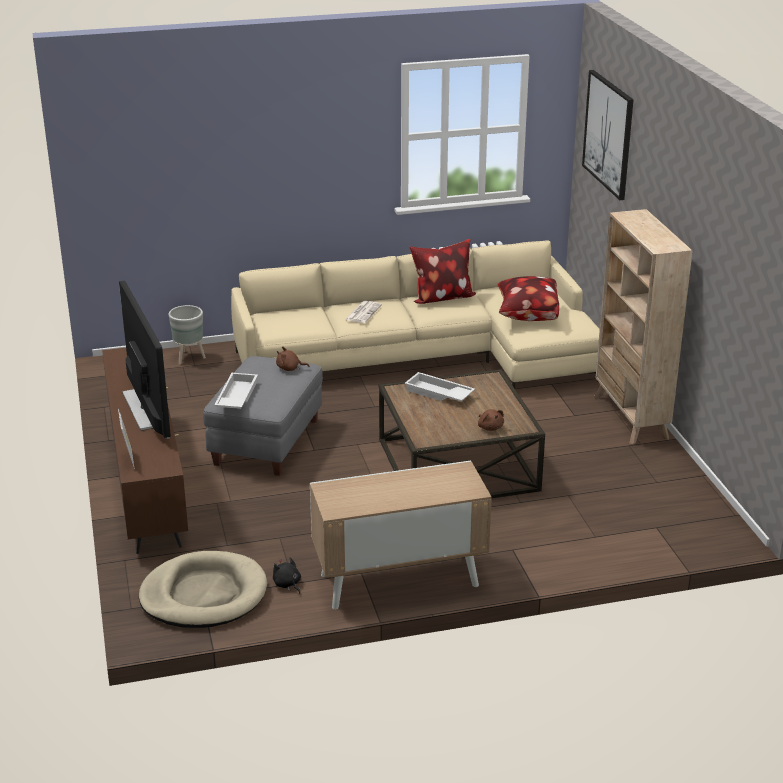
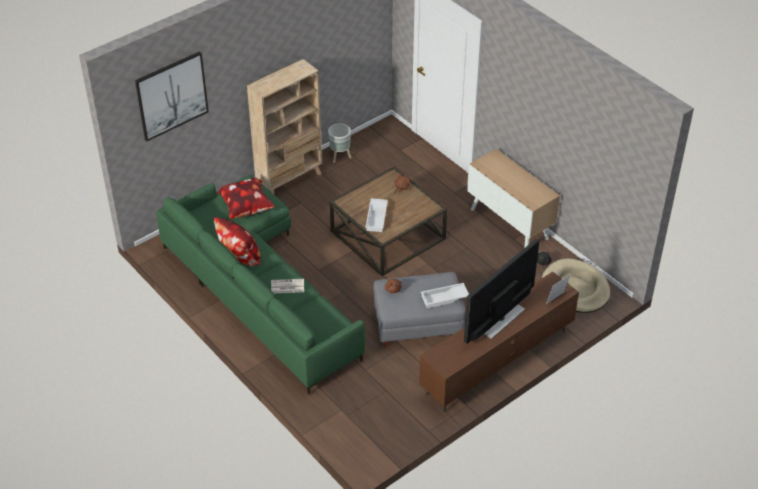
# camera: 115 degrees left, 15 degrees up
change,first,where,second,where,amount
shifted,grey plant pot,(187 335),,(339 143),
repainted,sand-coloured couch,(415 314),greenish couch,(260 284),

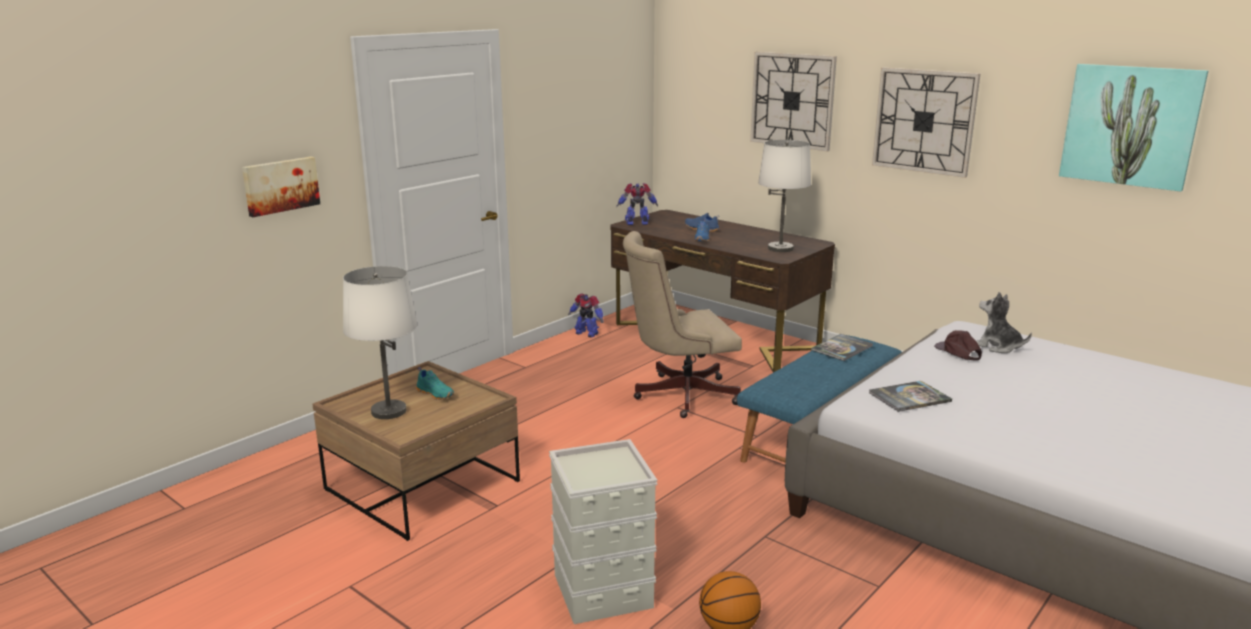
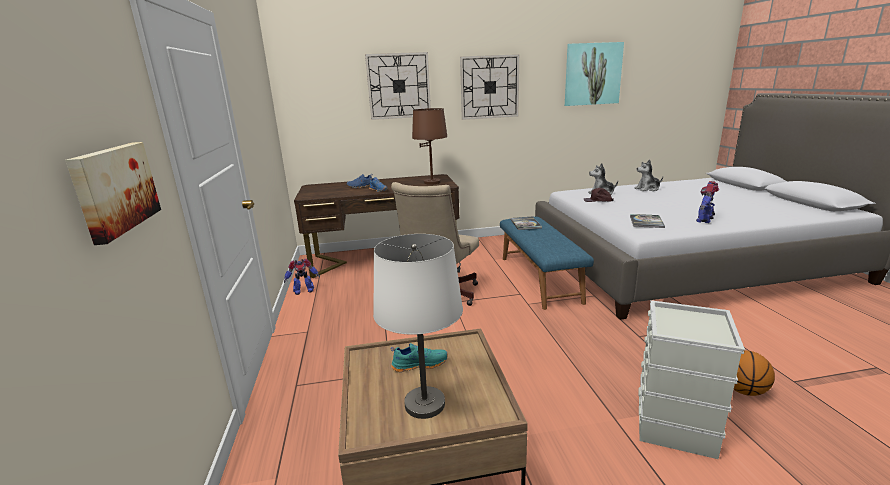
# camera: 50 degrees left, 0 degrees up
change,first,where,second,where,amount
shifted,toy robot,(637 204),,(707 202),
repainted,whitish lamp for a table,(784 196),brown lamp for a table,(429 146),
new,,,soft toy,(648 175),

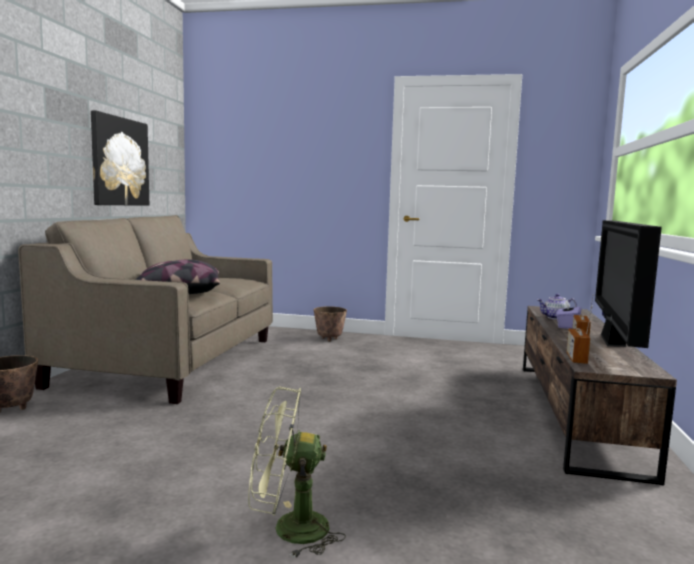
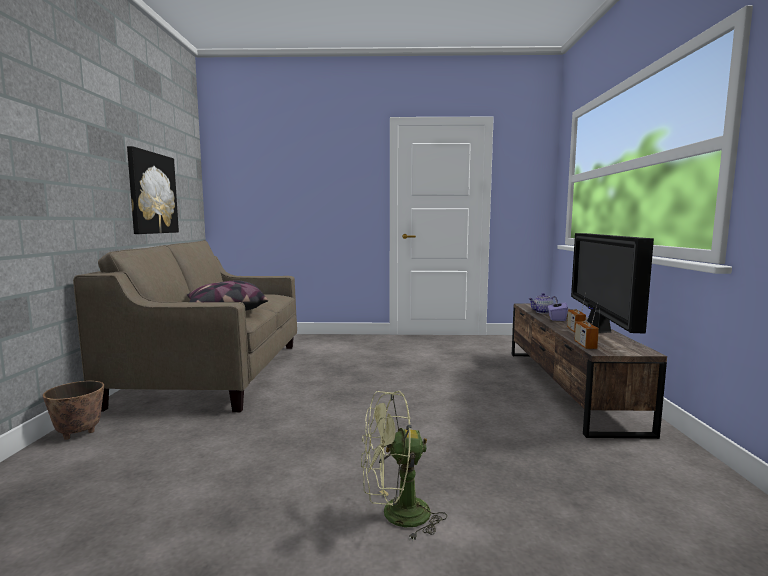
# camera: 10 degrees left, 0 degrees up
change,first,where,second,where,amount
gone,plant pot,(330 324),,,

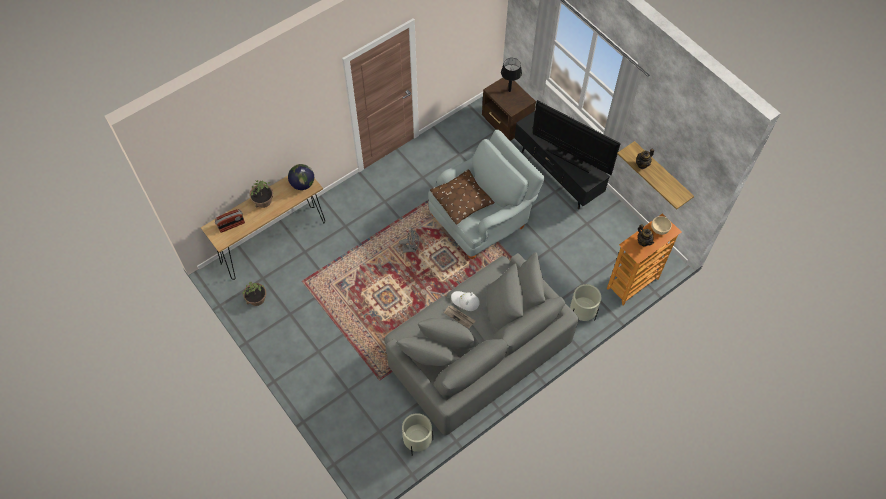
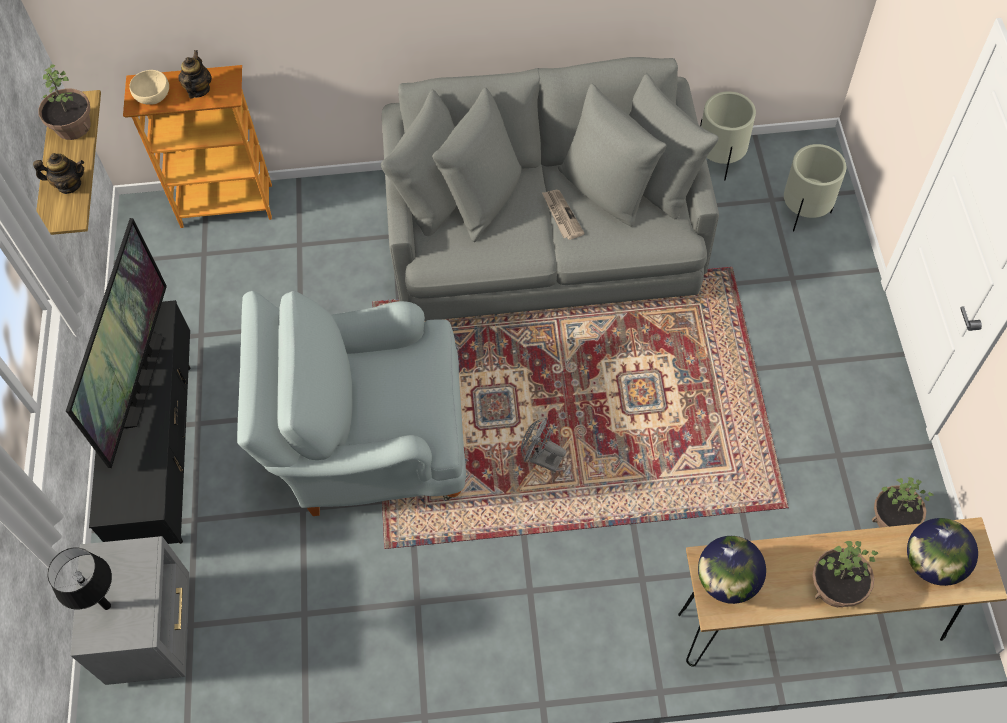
# camera: 145 degrees left, 0 degrees up
change,first,where,second,where,amount
swapped,radio receiver,(230 221),desk globe,(942 552),
gone,brown pillow,(462 197),,,
gone,whitish wearable hat,(465 301),,,
repainted,brown bedside table,(509 109),grey bedside table,(129 610),
rotated,TV set,(576 137),,(116 343),150 degrees counterclockwise
shifted,sand-coloured plant pot,(585 302),,(815 187),
new,,,potted plant,(64 102),

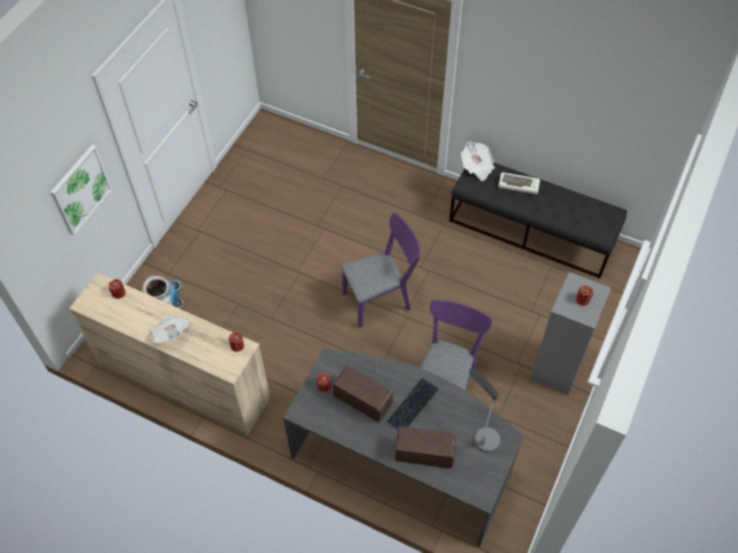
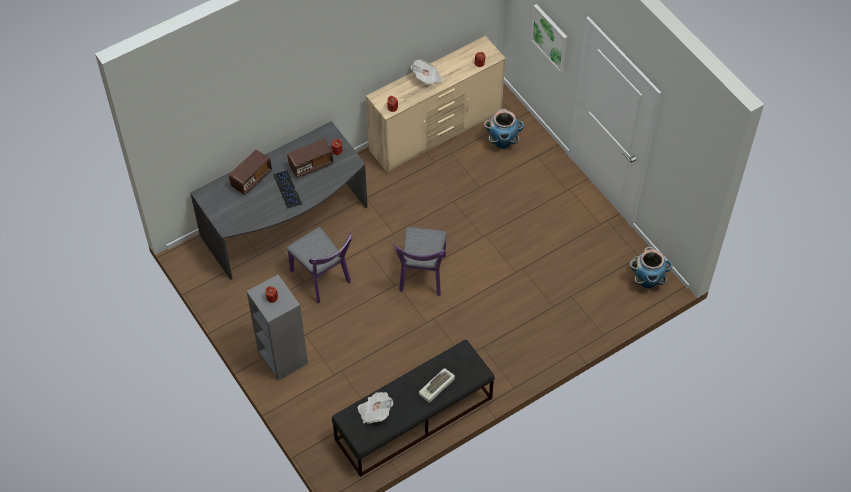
# camera: 120 degrees right, 0 degrees up
change,first,where,second,where,amount
shifted,newspaper,(478 161),,(375 407),
gone,lamp for a table,(484 410),,,
new,,,plant pot,(651 267),

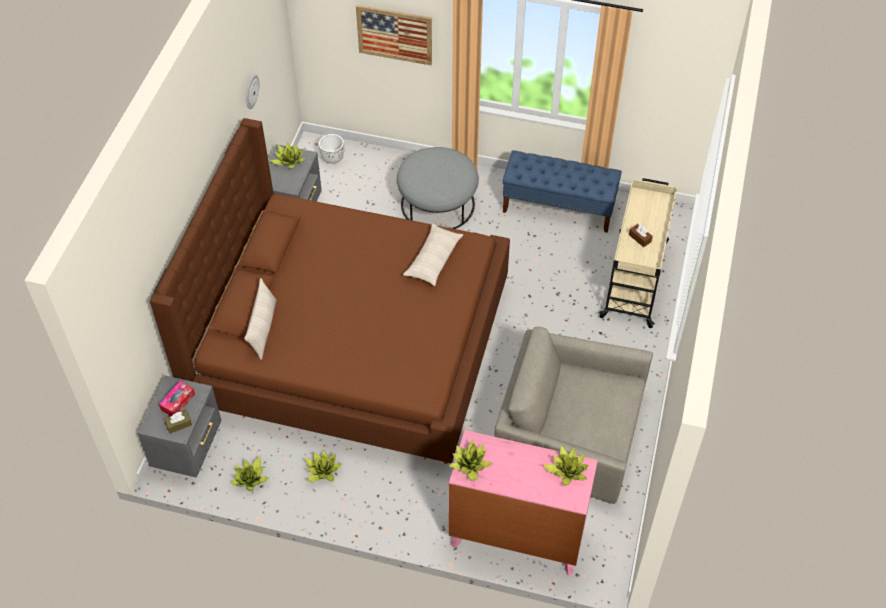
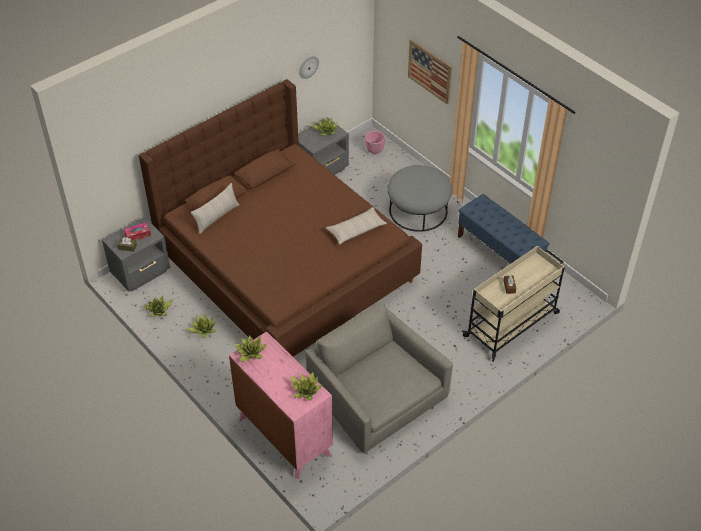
# camera: 35 degrees right, 5 degrees down
change,first,where,second,where,amount
repainted,whitish plant pot,(331 149),pink-coloured plant pot,(375 142),

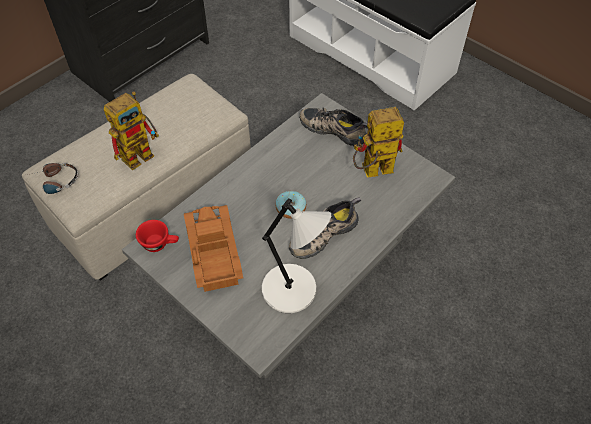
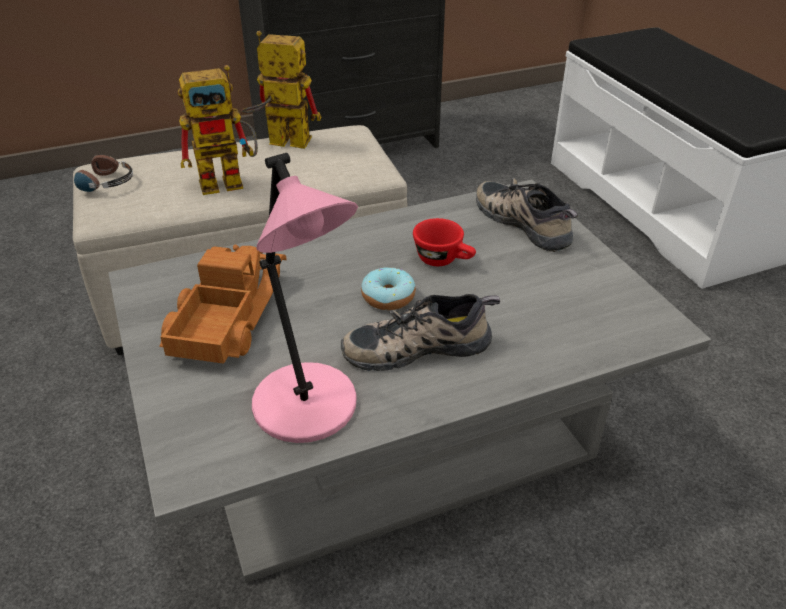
# camera: 25 degrees right, 15 degrees down
change,first,where,second,where,amount
shifted,red drinking cup,(157 236),,(444 242),
repainted,whitish lamp for a table,(296 255),pink-coloured lamp for a table,(305 298),
shifted,toy robot,(378 142),,(281 90),

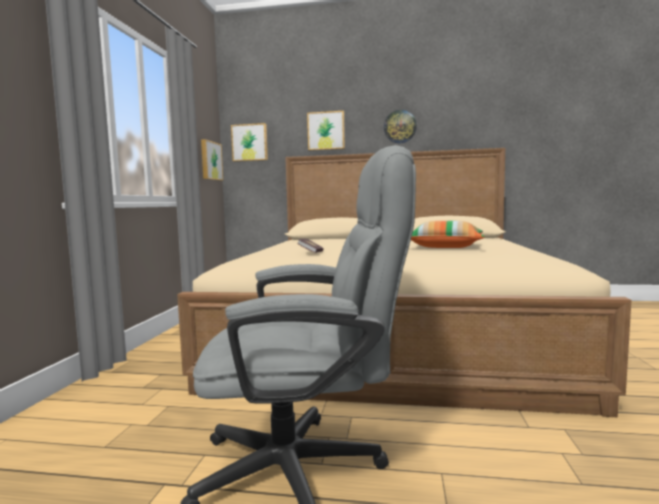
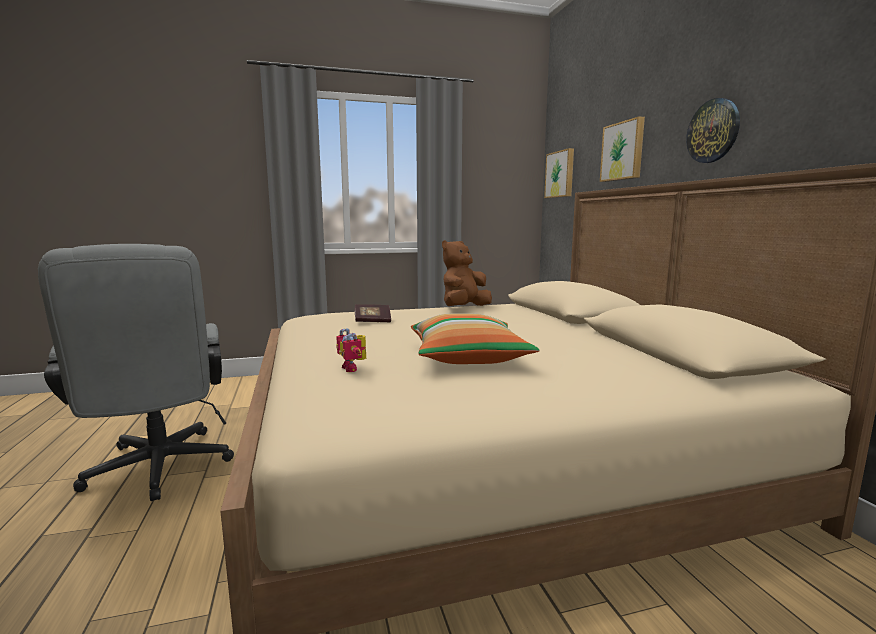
# camera: 65 degrees right, 5 degrees up
change,first,where,second,where,amount
gone,wall picture,(212 160),,,
new,,,toy robot,(351 350),
new,,,brown soft toy,(467 273),

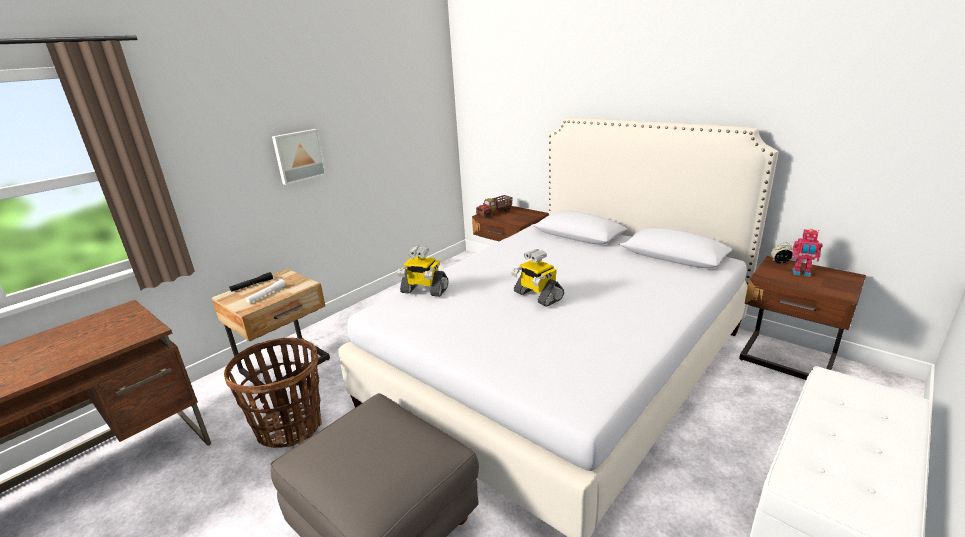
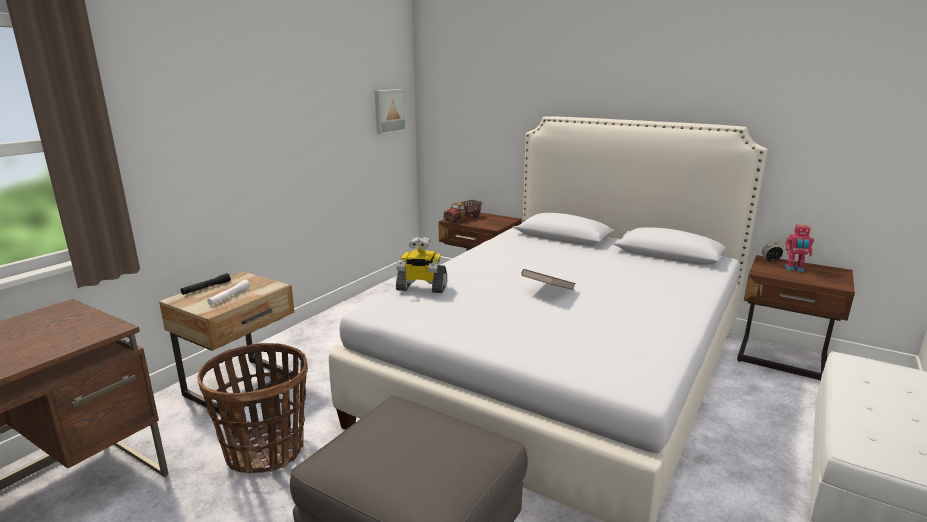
# camera: 10 degrees left, 5 degrees down
change,first,where,second,where,amount
shifted,wall picture,(299 157),,(391 112),
swapped,toy robot,(537 278),brown book,(549 279),

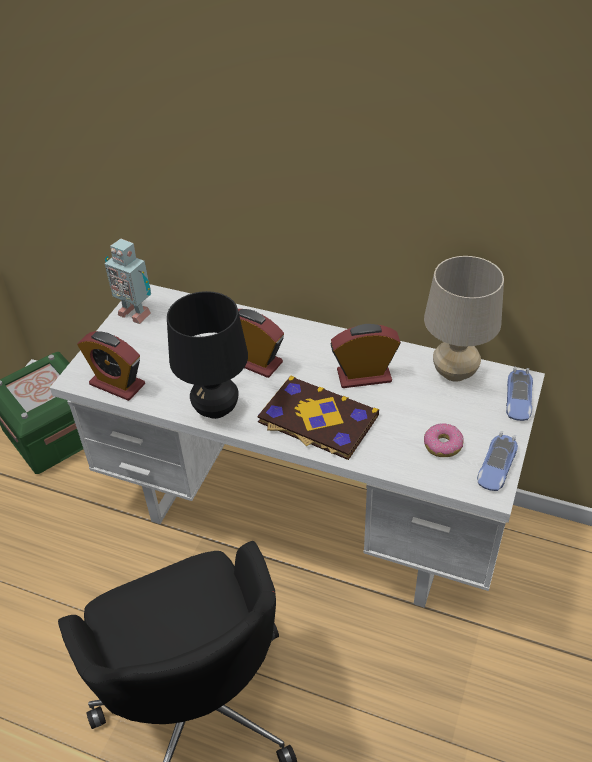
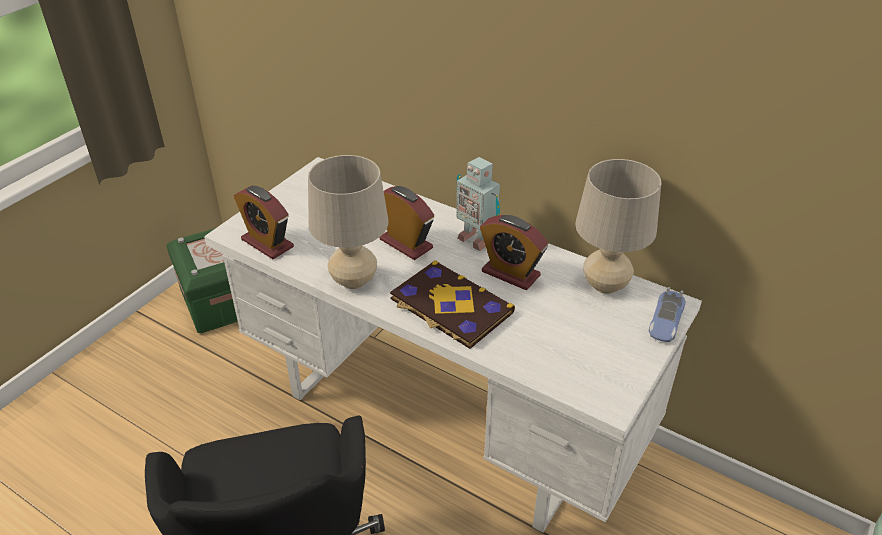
# camera: 10 degrees right, 5 degrees down
change,first,where,second,where,amount
shifted,toy robot,(128 281),,(478 204),
repainted,black lamp for a table,(207 355),sand-coloured lamp for a table,(348 222),
rotated,bedside clock,(365 356),,(514 252),150 degrees counterclockwise
gone,donut,(443 440),,,
gone,model car,(497 461),,,

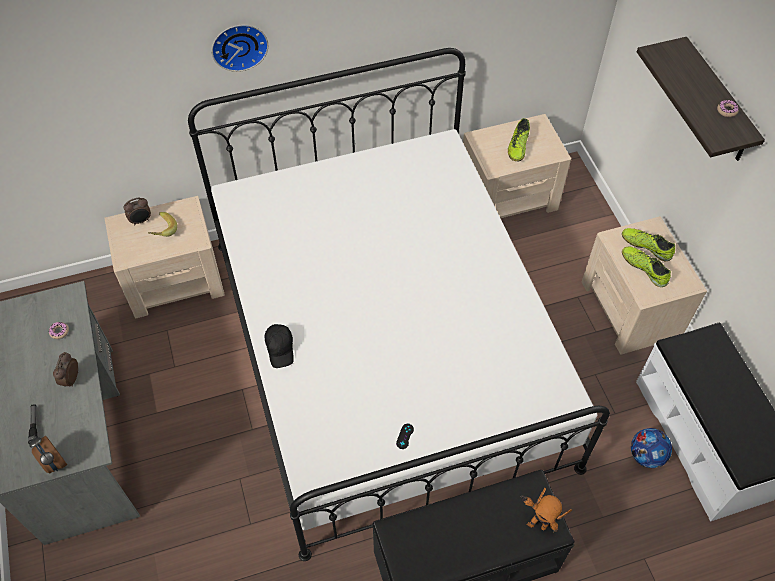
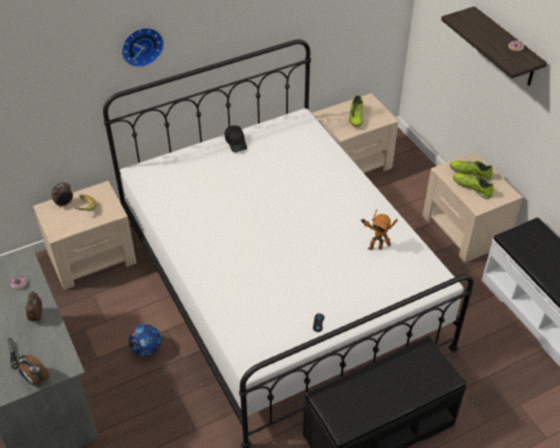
# camera: 10 degrees left, 10 degrees down
change,first,where,second,where,amount
shifted,black cap,(279 346),,(235 139),
shifted,toy robot,(546 510),,(379 229),
shifted,football ball,(651 448),,(145 340),

